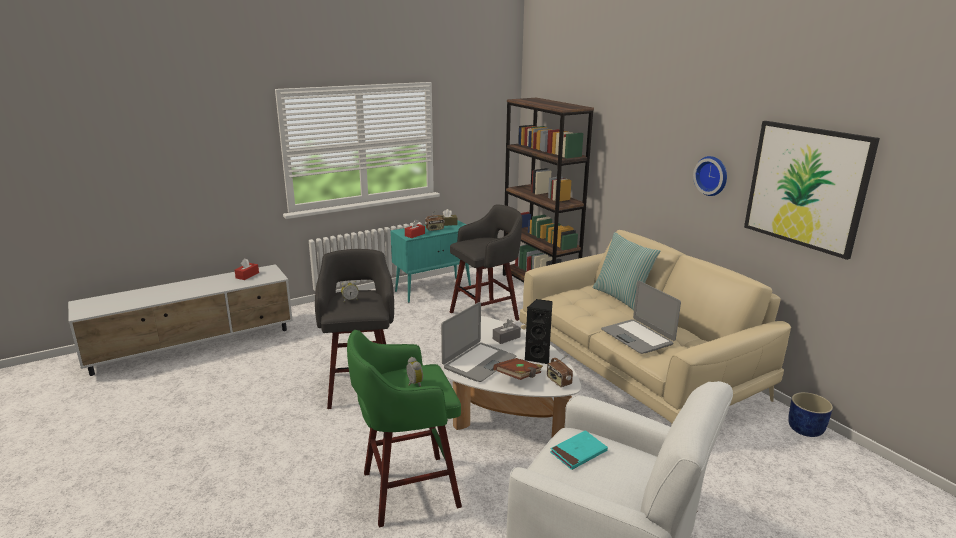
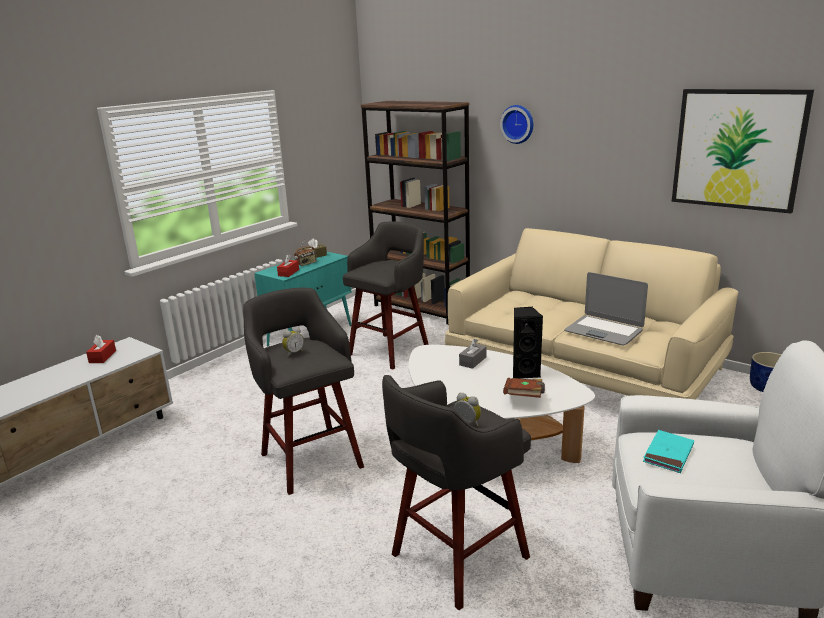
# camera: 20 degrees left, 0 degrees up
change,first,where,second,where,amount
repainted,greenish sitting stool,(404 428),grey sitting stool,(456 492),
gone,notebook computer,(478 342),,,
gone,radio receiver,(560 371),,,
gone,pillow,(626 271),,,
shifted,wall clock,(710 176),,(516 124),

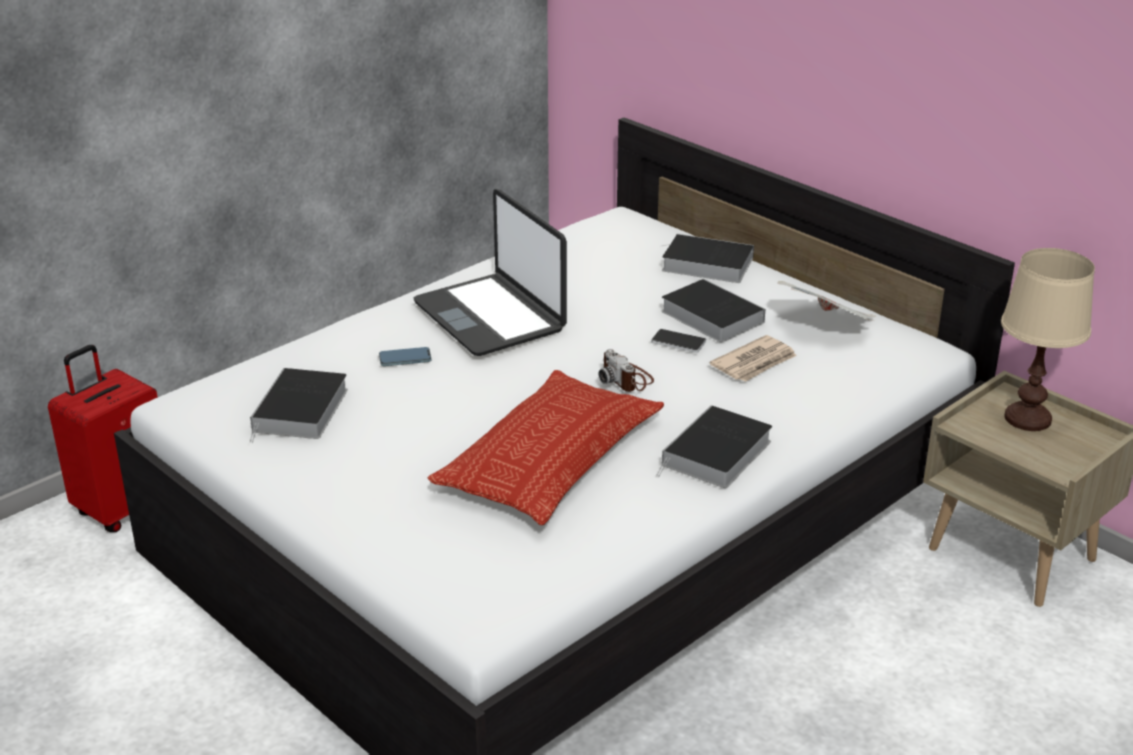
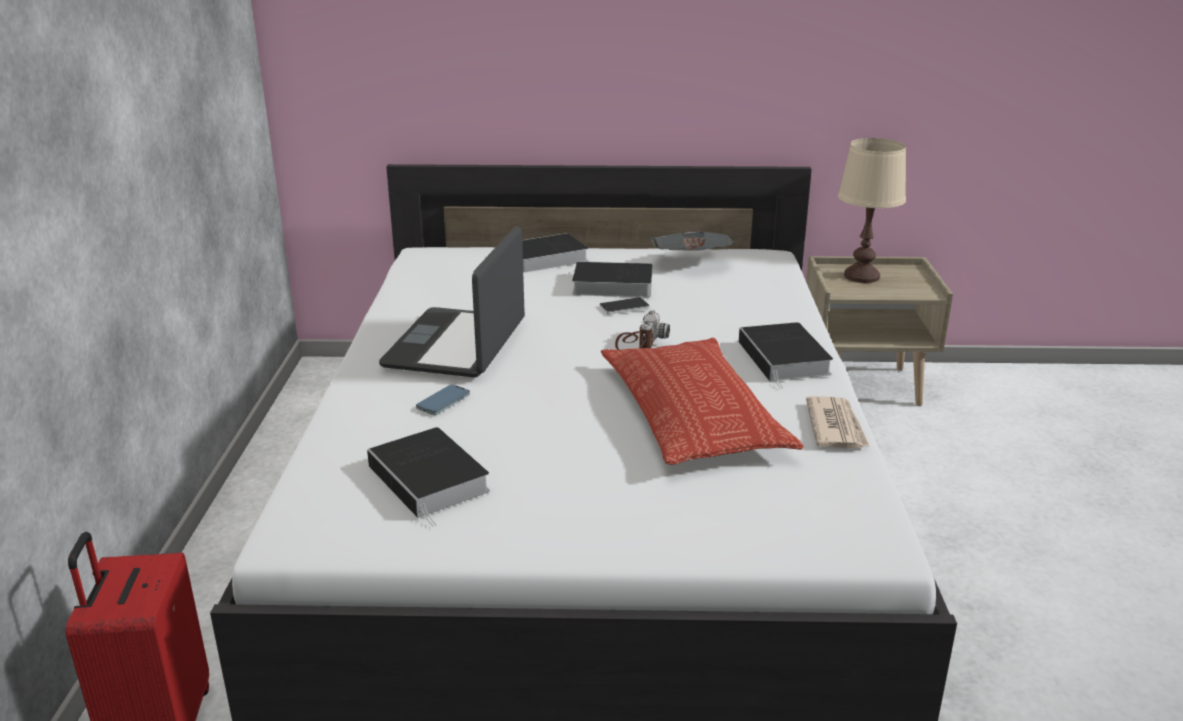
# camera: 45 degrees left, 5 degrees down
change,first,where,second,where,amount
rotated,notebook computer,(490 272),,(452 301),90 degrees clockwise
rotated,photo camera,(626 370),,(642 330),90 degrees counterclockwise
shifted,newspaper,(753 358),,(837 422),

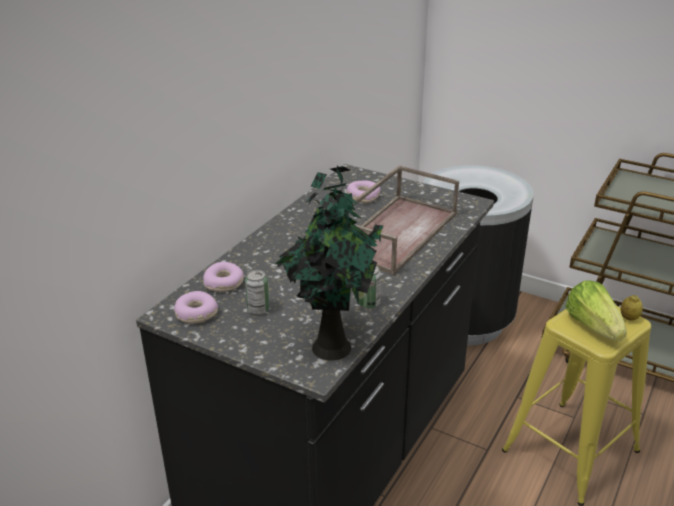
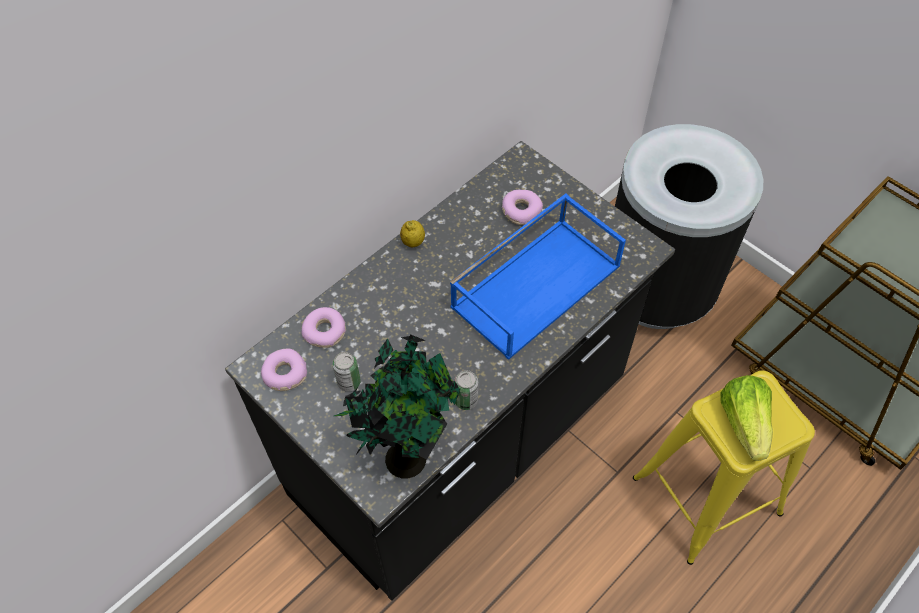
# camera: 15 degrees right, 25 degrees up
change,first,where,second,where,amount
repainted,brown tray,(406 220),blue-coloured tray,(538 276),
shifted,citrus fruit,(632 308),,(412 233),

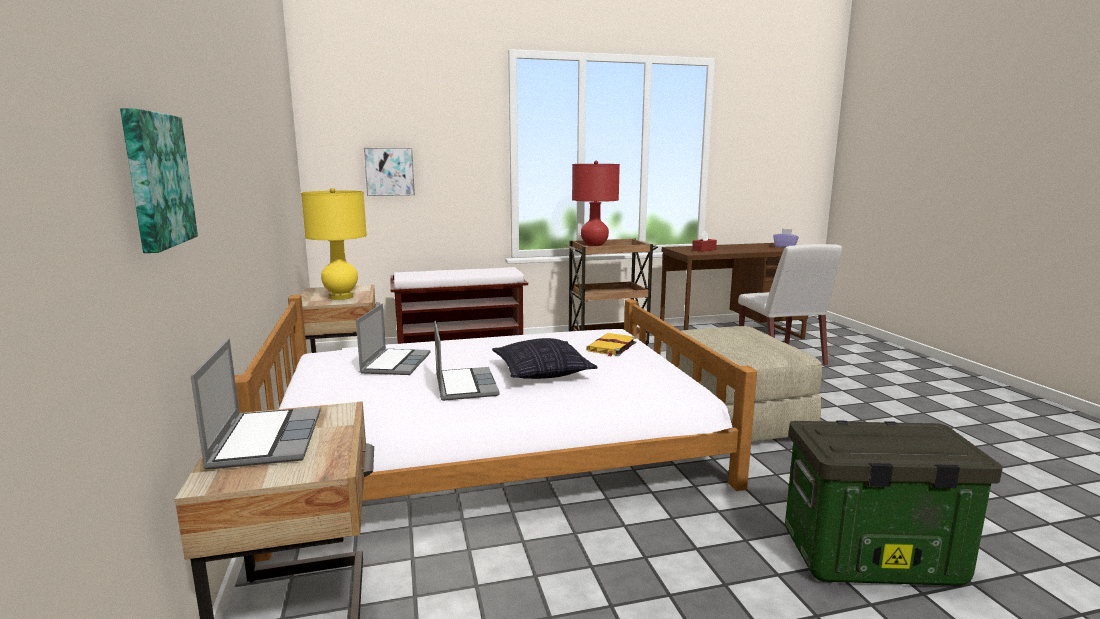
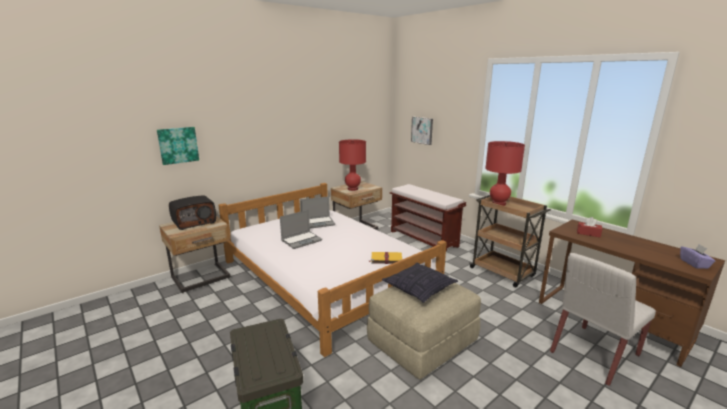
# camera: 65 degrees right, 5 degrees up
change,first,where,second,where,amount
swapped,notebook computer,(256 404),radio receiver,(192 212),
repainted,yellowish lamp for a table,(334 244),red lamp for a table,(352 165),
shifted,pillow,(545 358),,(420 283),

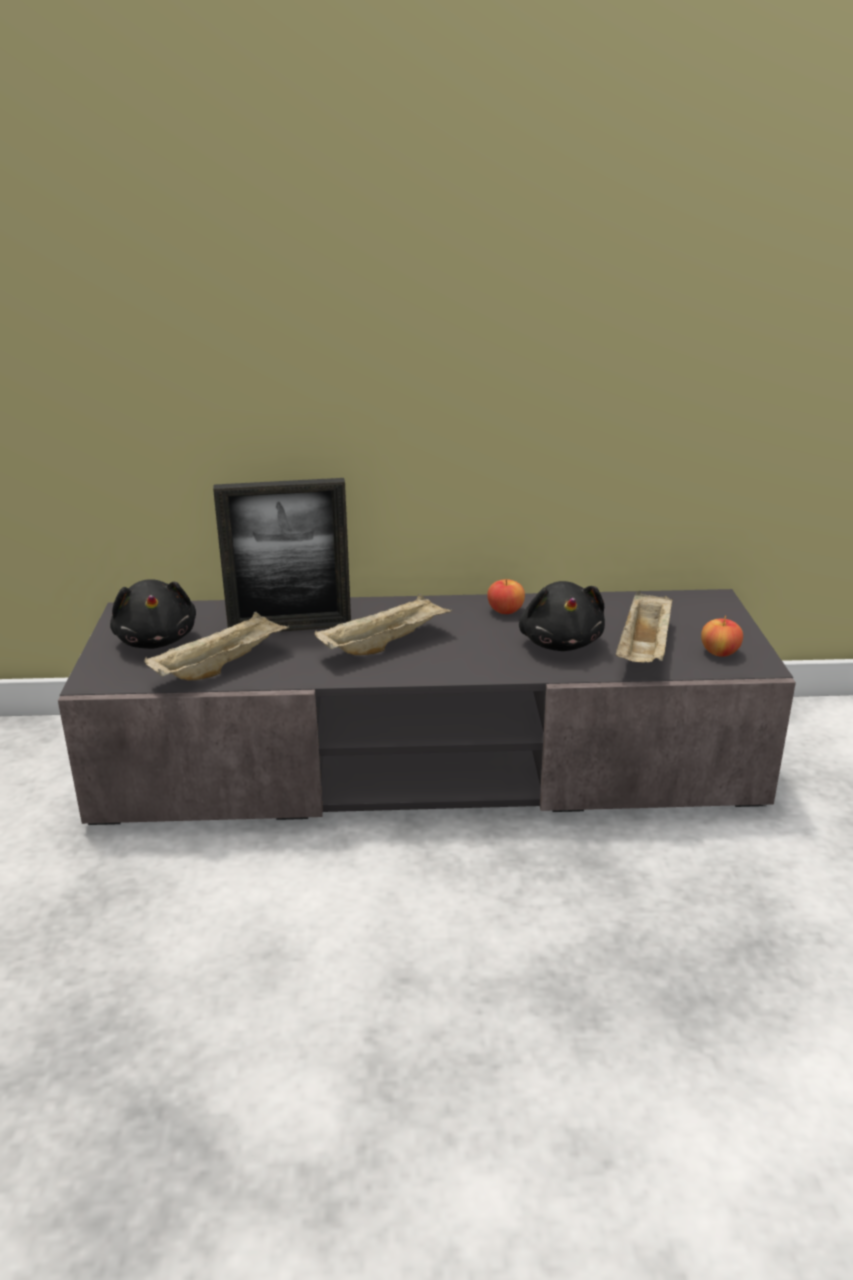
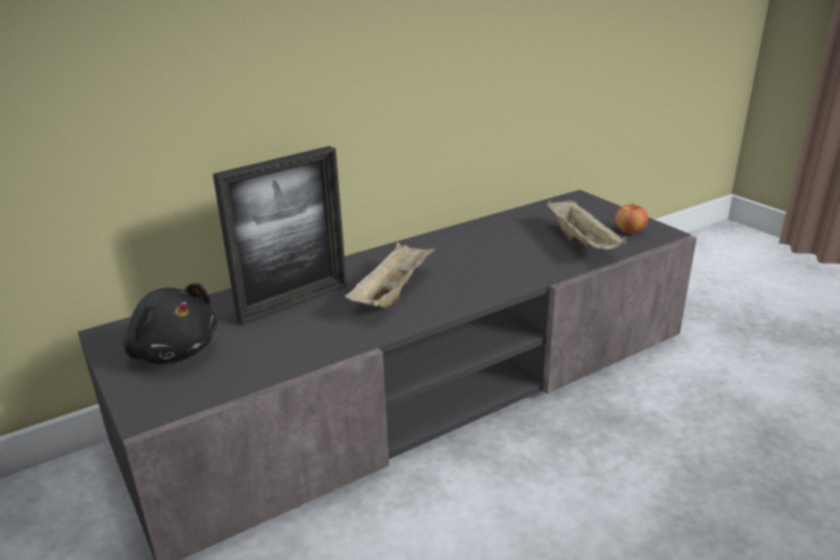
# camera: 30 degrees left, 0 degrees up
change,first,where,second,where,amount
gone,sand-coloured tray,(216 646),,,
gone,whole apple,(506 596),,,
gone,black soft toy,(562 616),,,

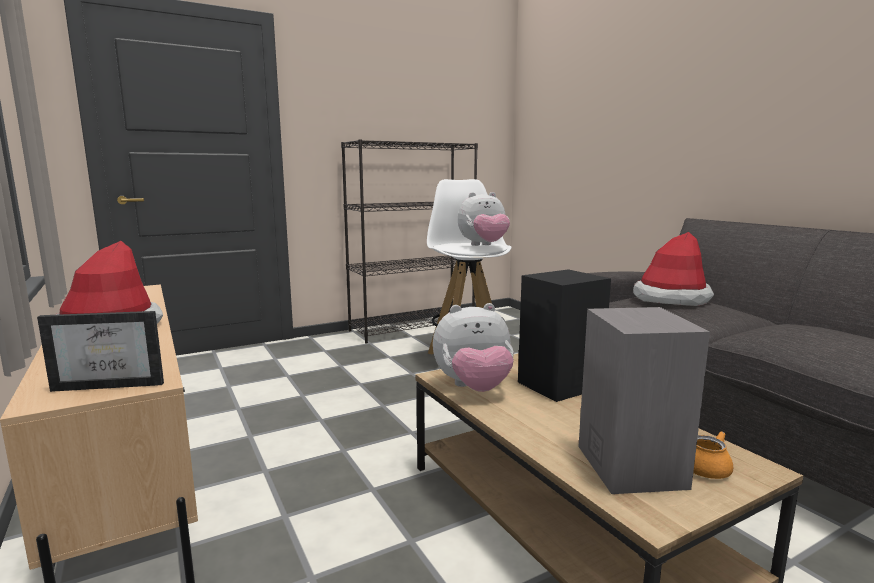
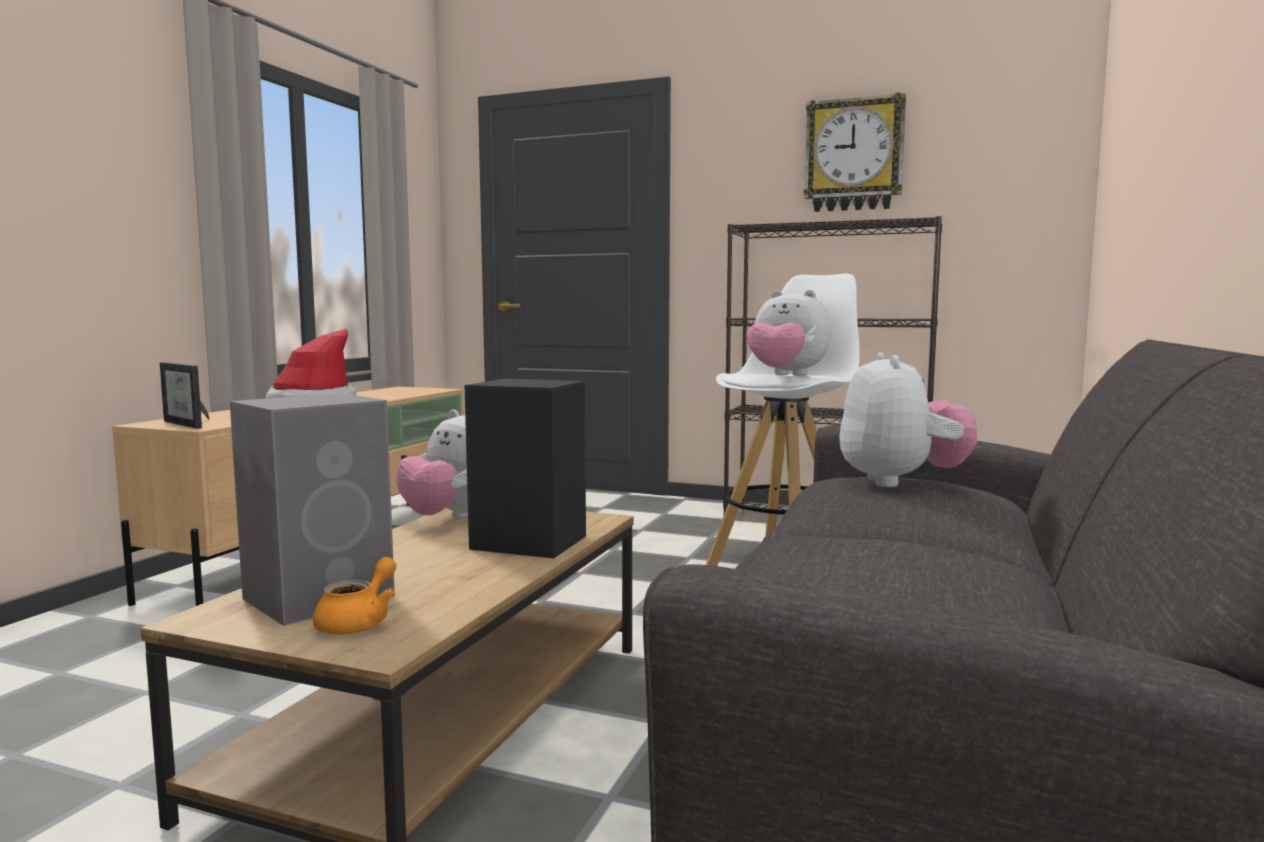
# camera: 50 degrees right, 5 degrees down
change,first,where,second,where,amount
swapped,wearable hat,(673 269),soft toy,(908 419),
new,,,wall clock,(855 152),

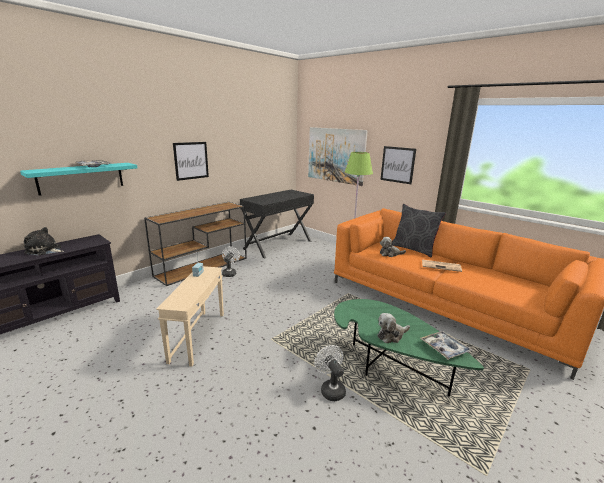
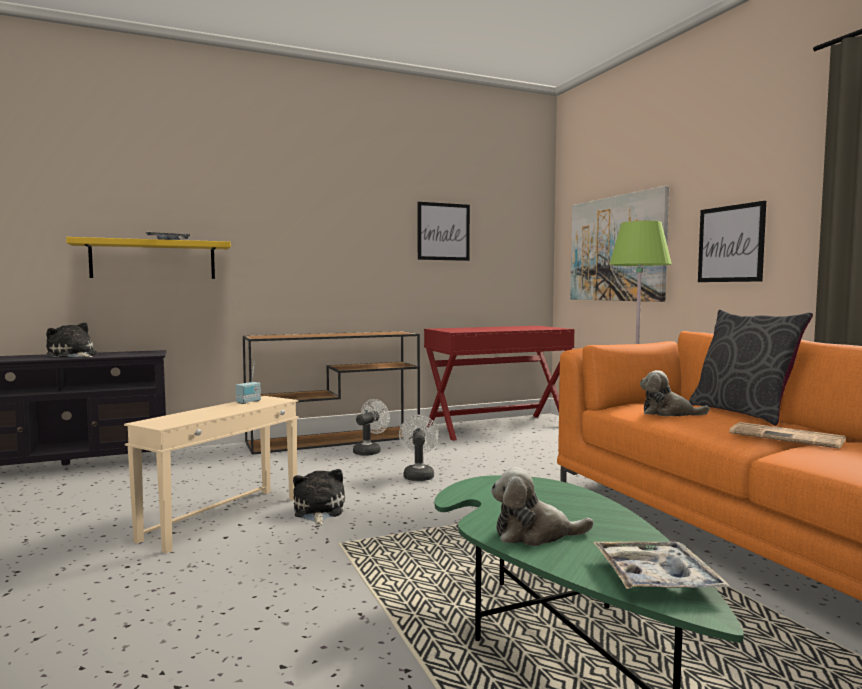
# camera: 25 degrees right, 15 degrees down
change,first,where,second,where,amount
repainted,turquoise-coloured shelf,(79 179),yellowish shelf,(148 258),
shifted,wall picture,(191 161),,(444 231),
repainted,black desk table,(277 224),red desk table,(499 383),
shifted,whitish fan,(330 373),,(419 448),
new,,,soft toy,(319 497),

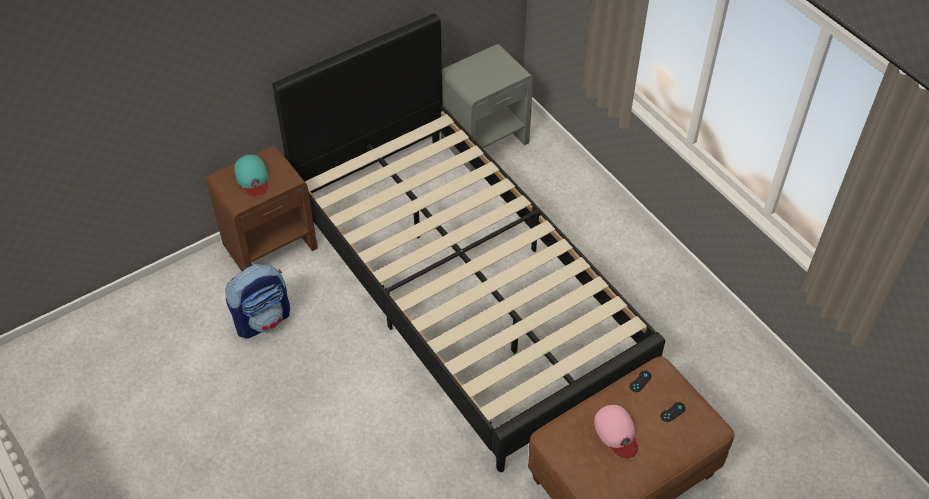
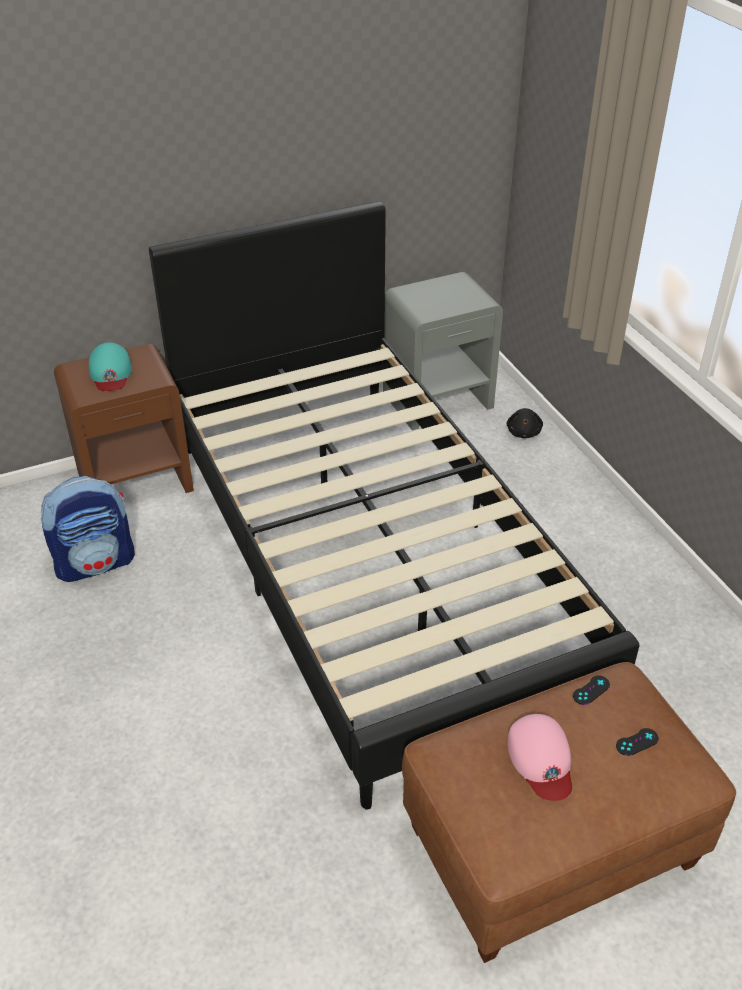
# camera: 10 degrees right, 10 degrees down
change,first,where,second,where,amount
new,,,black soft toy,(524 423),

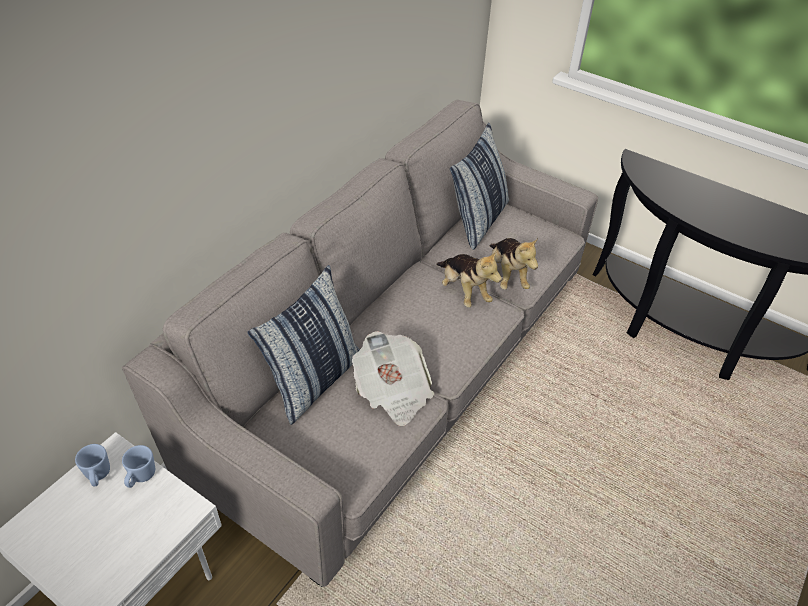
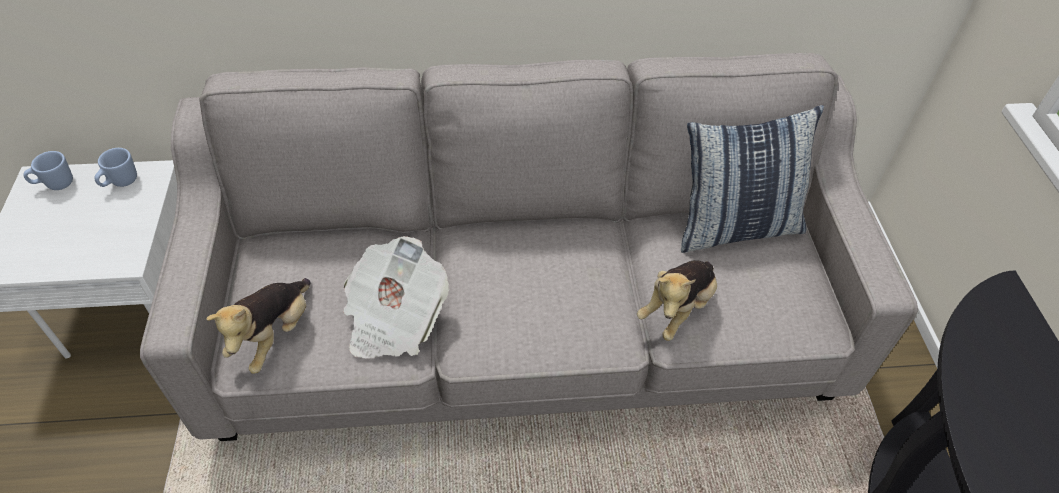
# camera: 50 degrees right, 5 degrees up
change,first,where,second,where,amount
shifted,blue-coloured coffee mug,(138 466),,(48 170),
gone,pillow,(303 345),,,
shifted,soft toy,(469 279),,(258 326),

